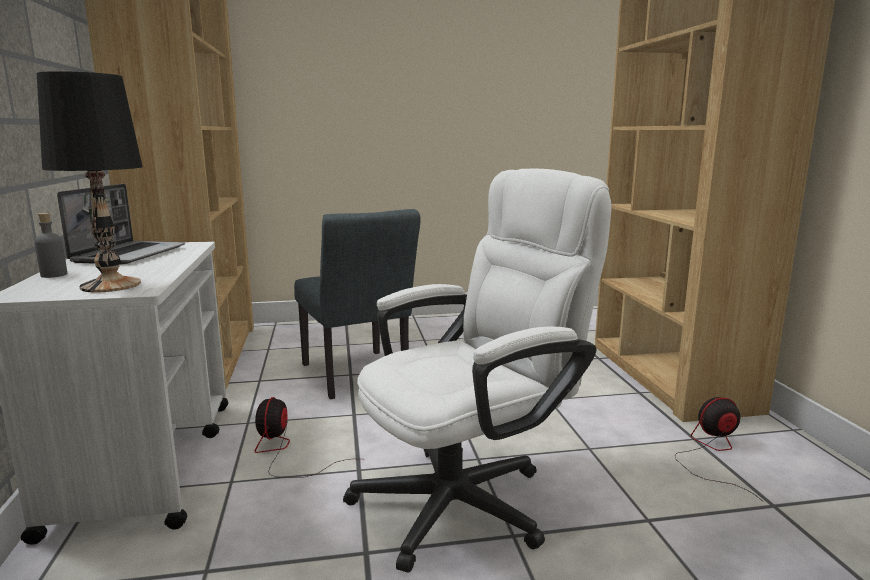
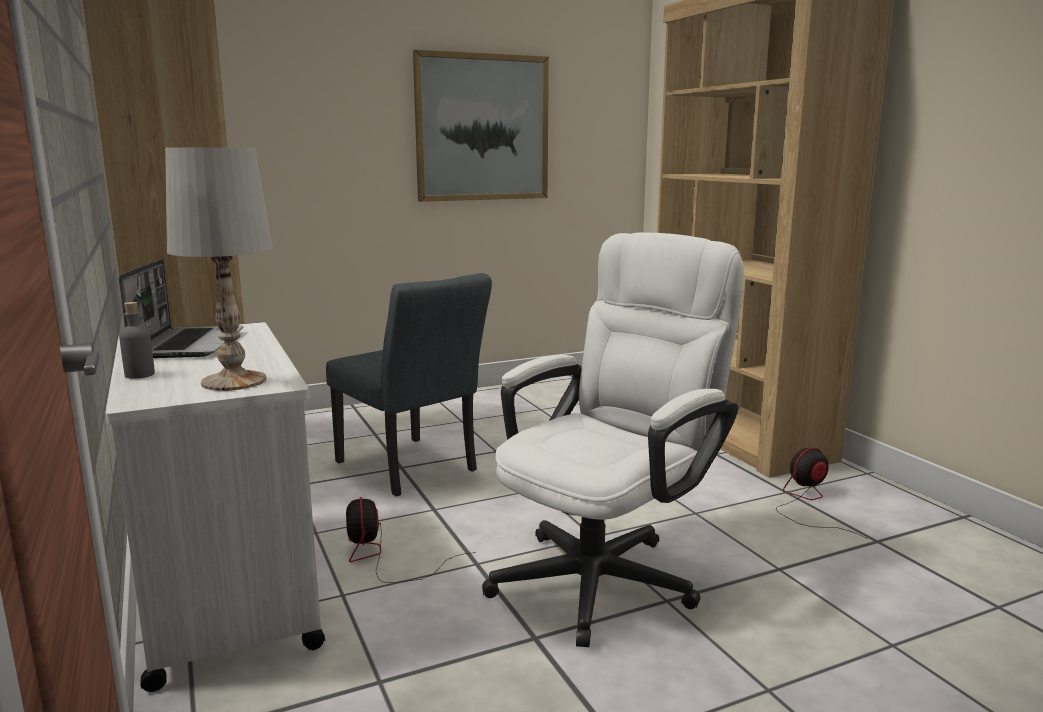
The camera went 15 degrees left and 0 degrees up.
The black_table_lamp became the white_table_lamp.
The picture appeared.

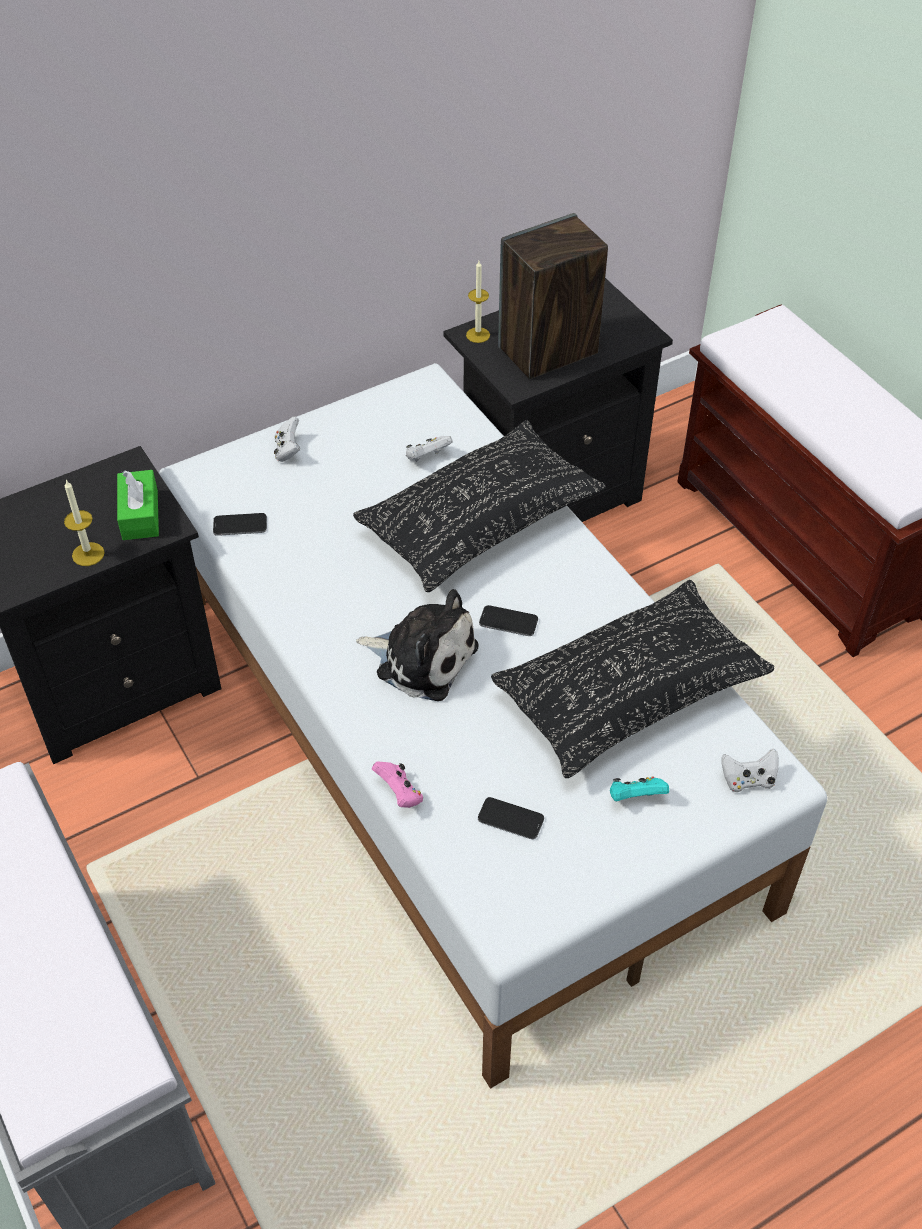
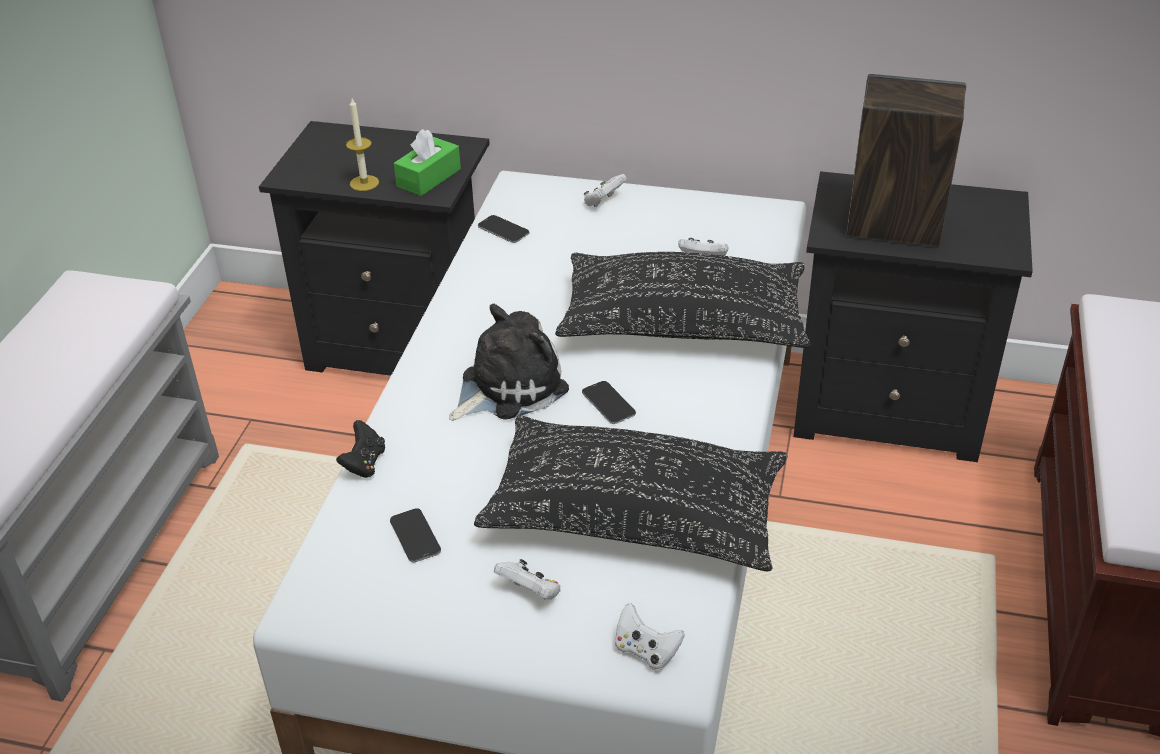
The camera went 45 degrees right and 10 degrees down.
The plush_toy turned 105 degrees counterclockwise.
The pink_game_controller became the black_game_controller.
The candle (2nd from left) disappeared.
The turquoise_game_controller became the white_game_controller (1st from left).

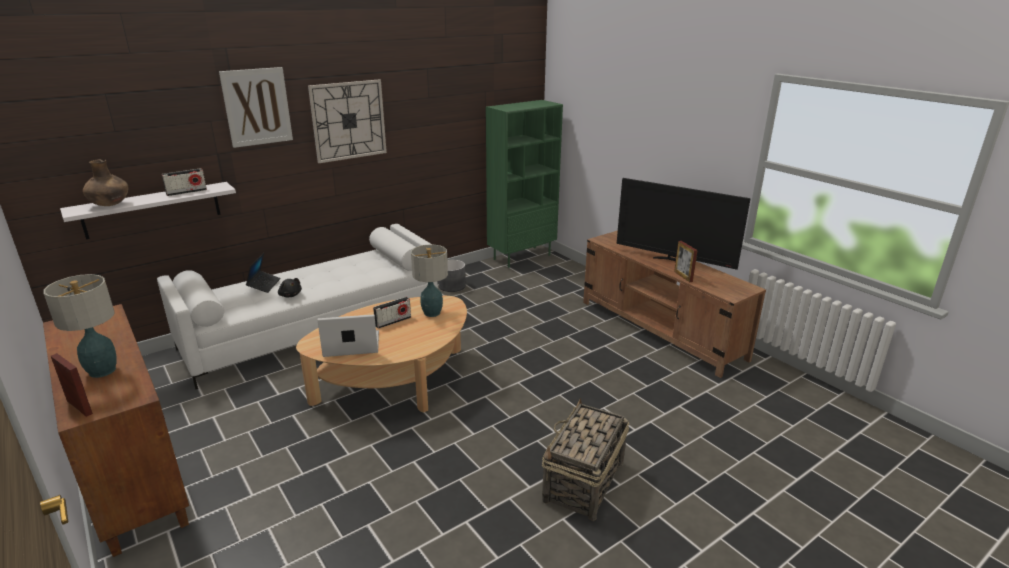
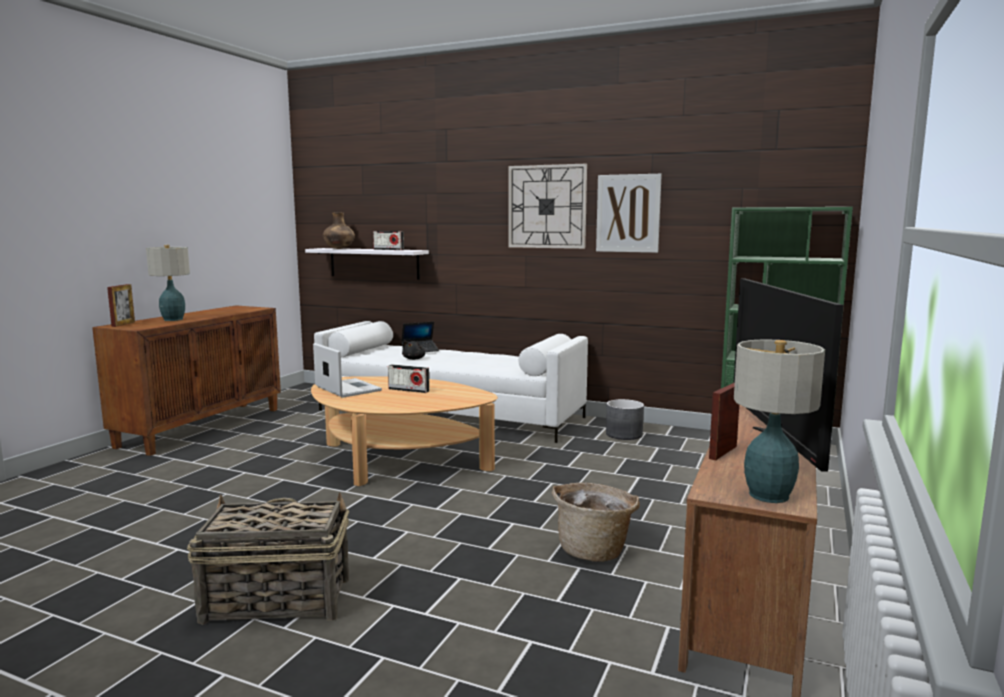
The camera went 60 degrees right and 15 degrees down.
The picture moved.
The table_lamp (2nd from left) moved.
The basket (2nd from left) appeared.

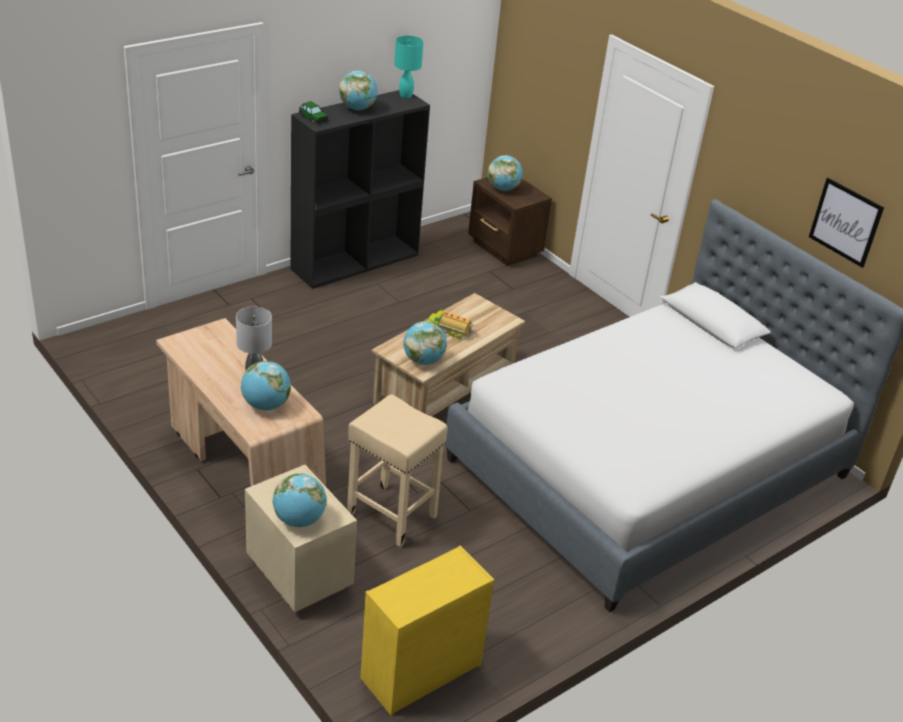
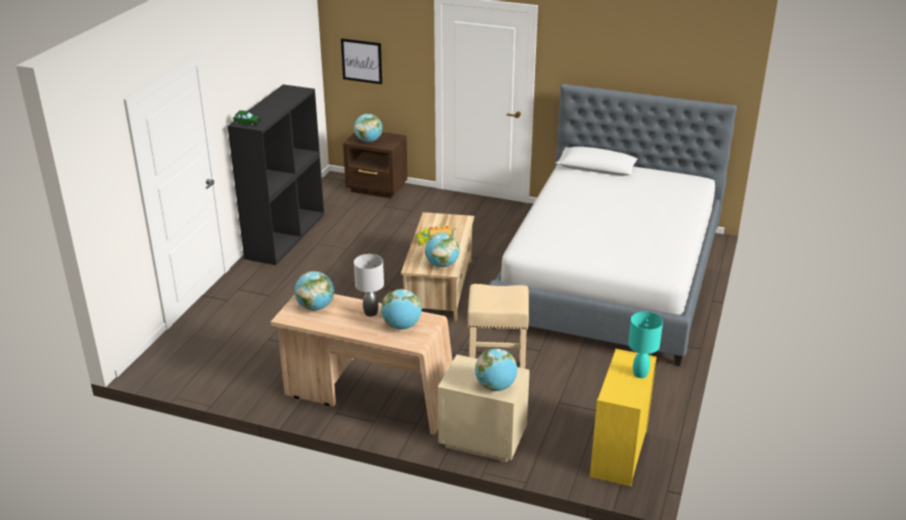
The camera went 30 degrees left and 5 degrees down.
The globe (3rd from left in the first image) moved.
The turquoise_table_lamp moved.
The picture moved.

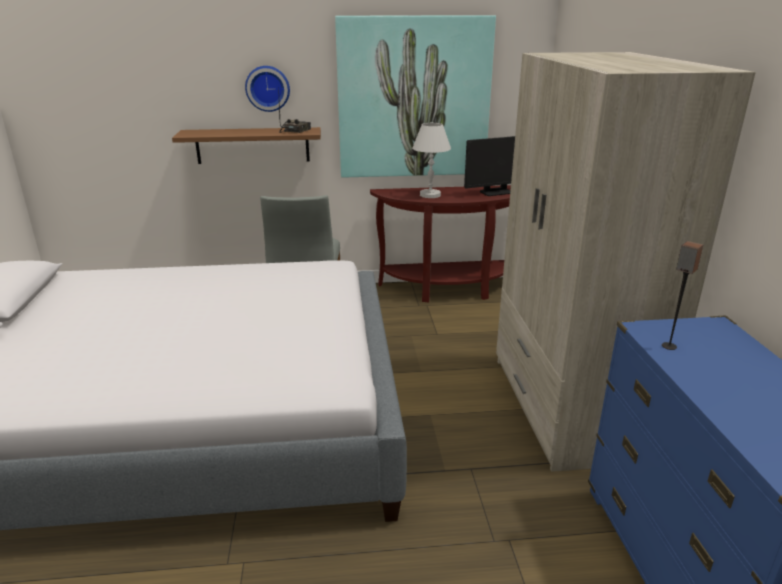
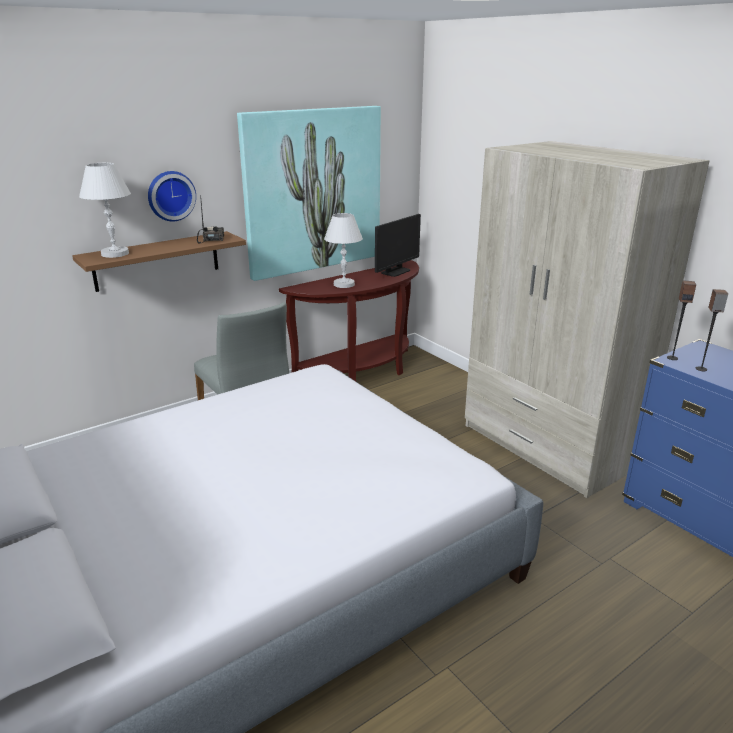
The camera went 30 degrees left and 0 degrees up.
The white_table_lamp (1st from left) appeared.
The speaker (1st from left) appeared.

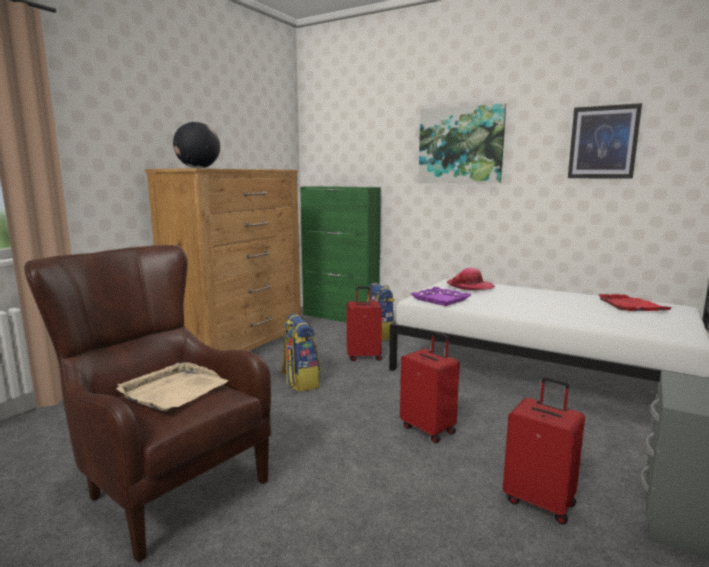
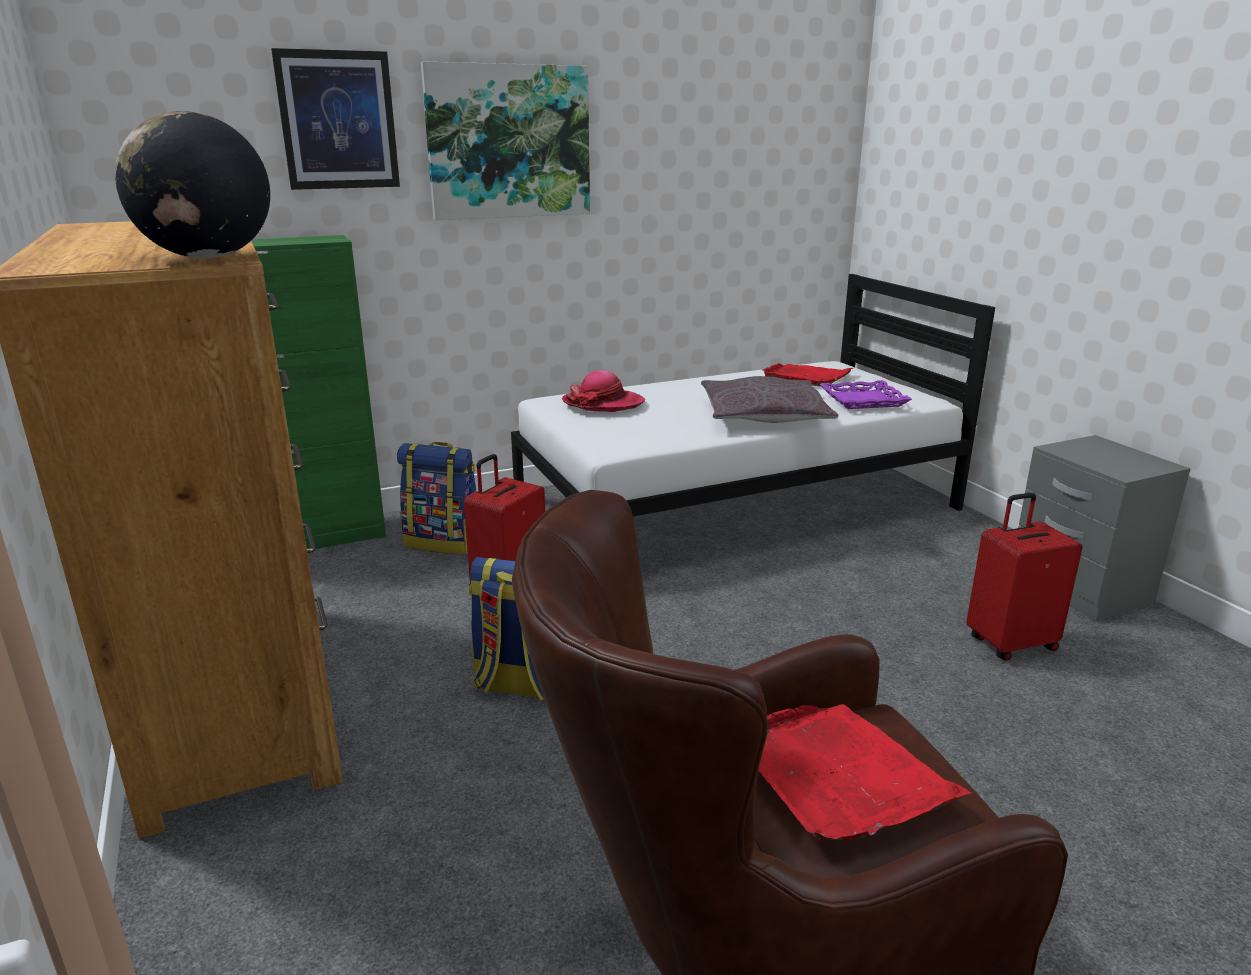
The camera went 55 degrees left and 10 degrees up.
The beige_tray became the red_tray (2nd from left).
The red_suitcase (2nd from left) disappeared.
The purple_tray moved.
The picture (2nd from left in the first image) moved.
The grey_pillow appeared.

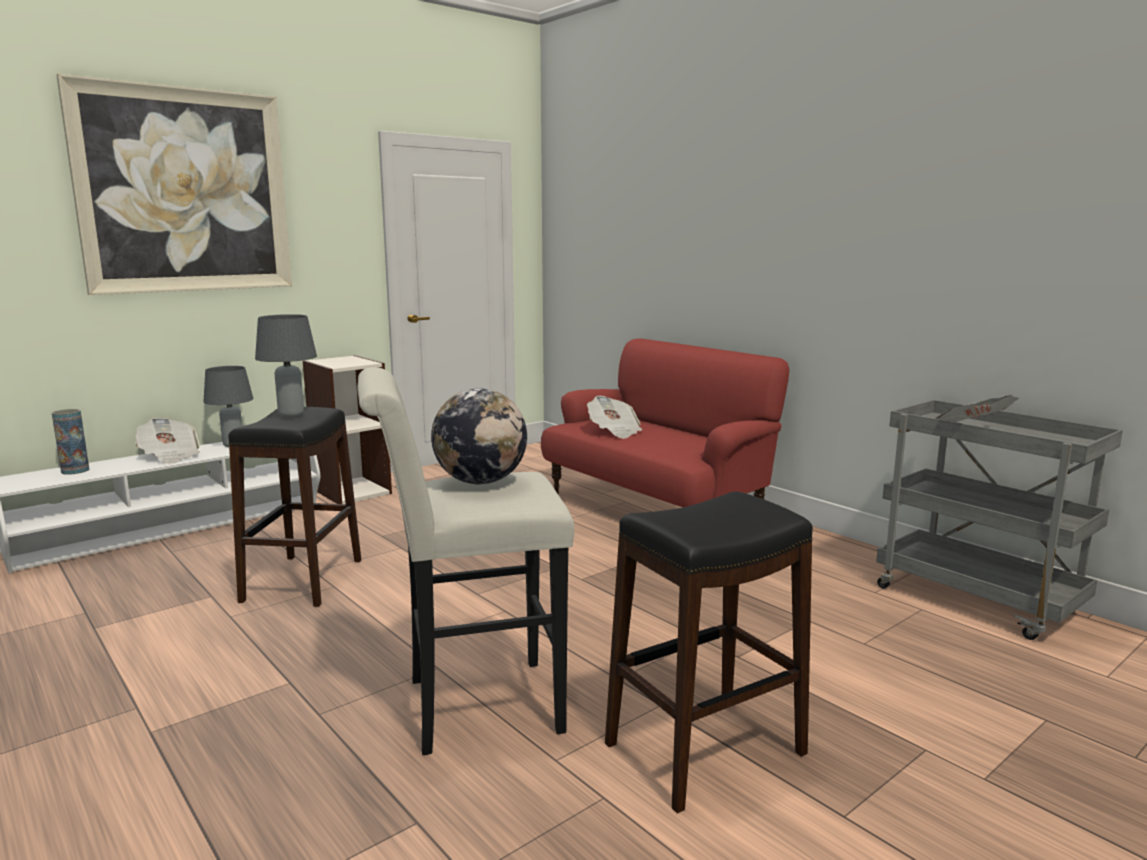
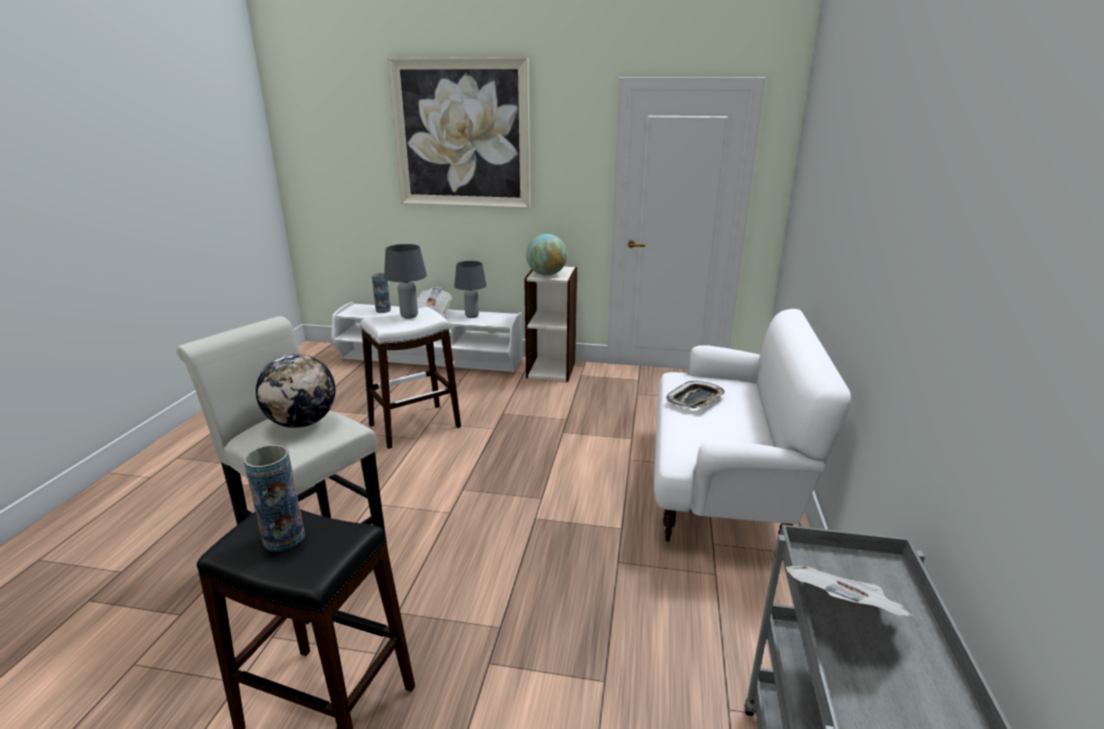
The camera went 50 degrees right and 10 degrees up.
The black_stool (1st from left) became the white_stool (2nd from left).
The red_sofa became the white_sofa.
The newspaper (2nd from left) was replaced by the tray.
The vase (1st from left) appeared.
The globe (2nd from left) appeared.

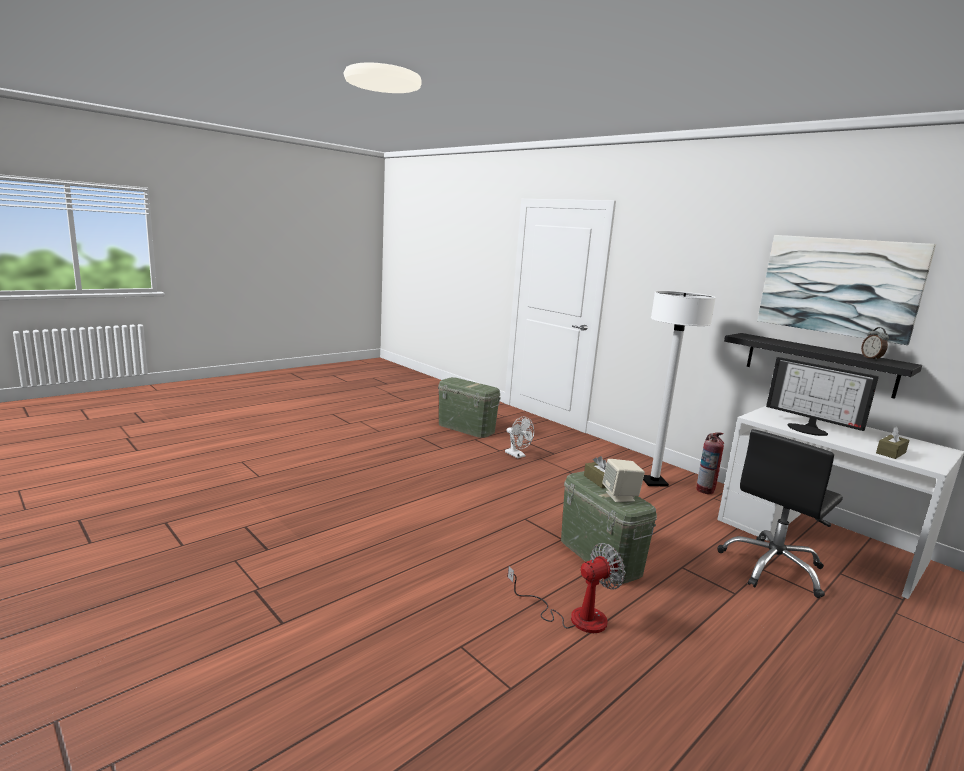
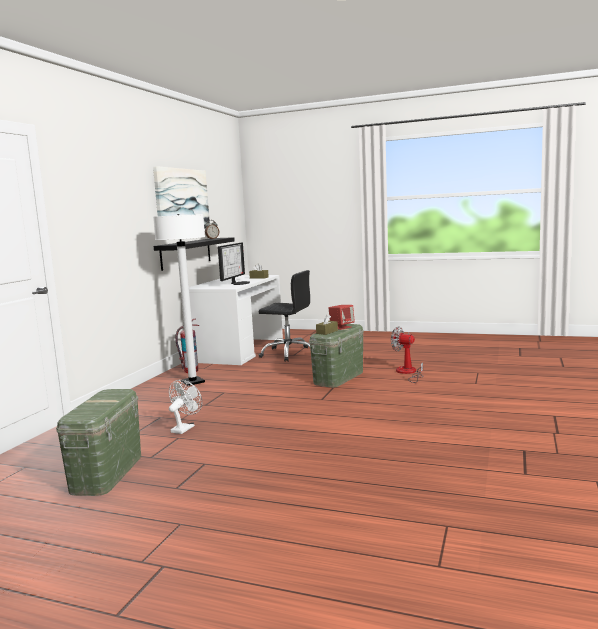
The camera went 115 degrees left and 5 degrees down.
The beige_speaker became the red_speaker.

